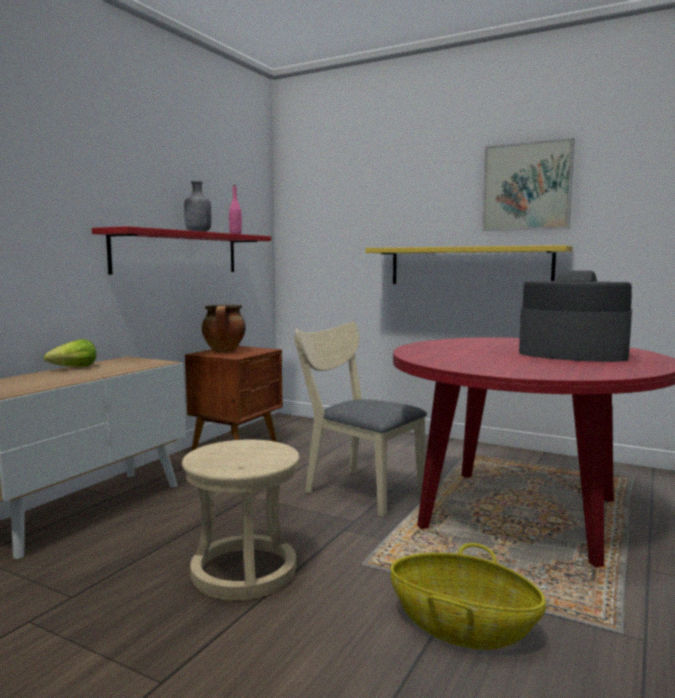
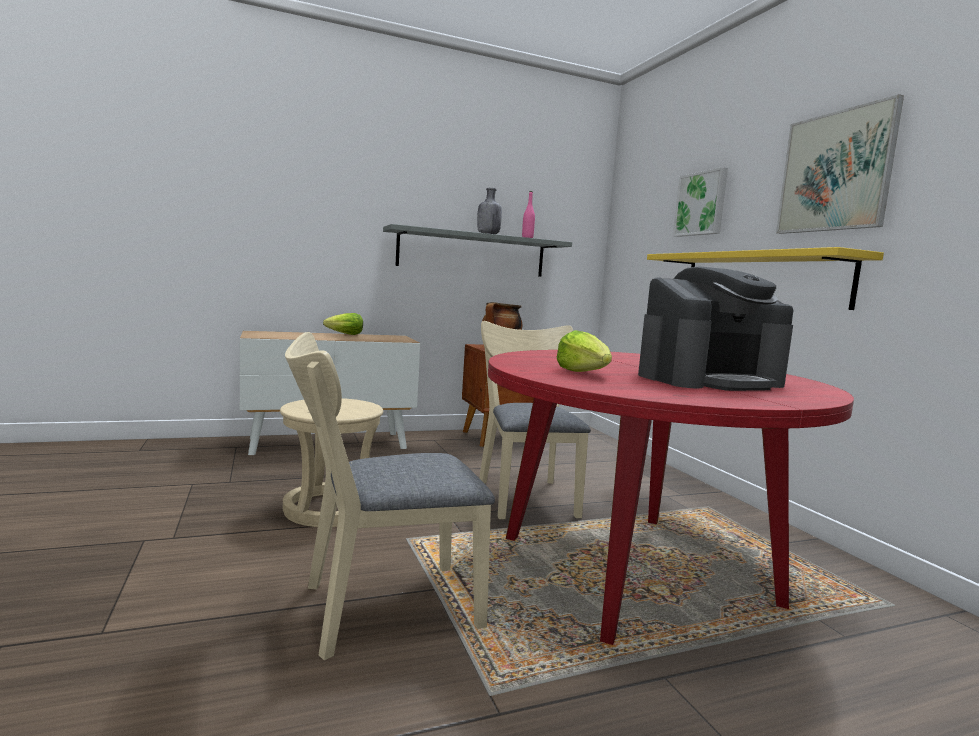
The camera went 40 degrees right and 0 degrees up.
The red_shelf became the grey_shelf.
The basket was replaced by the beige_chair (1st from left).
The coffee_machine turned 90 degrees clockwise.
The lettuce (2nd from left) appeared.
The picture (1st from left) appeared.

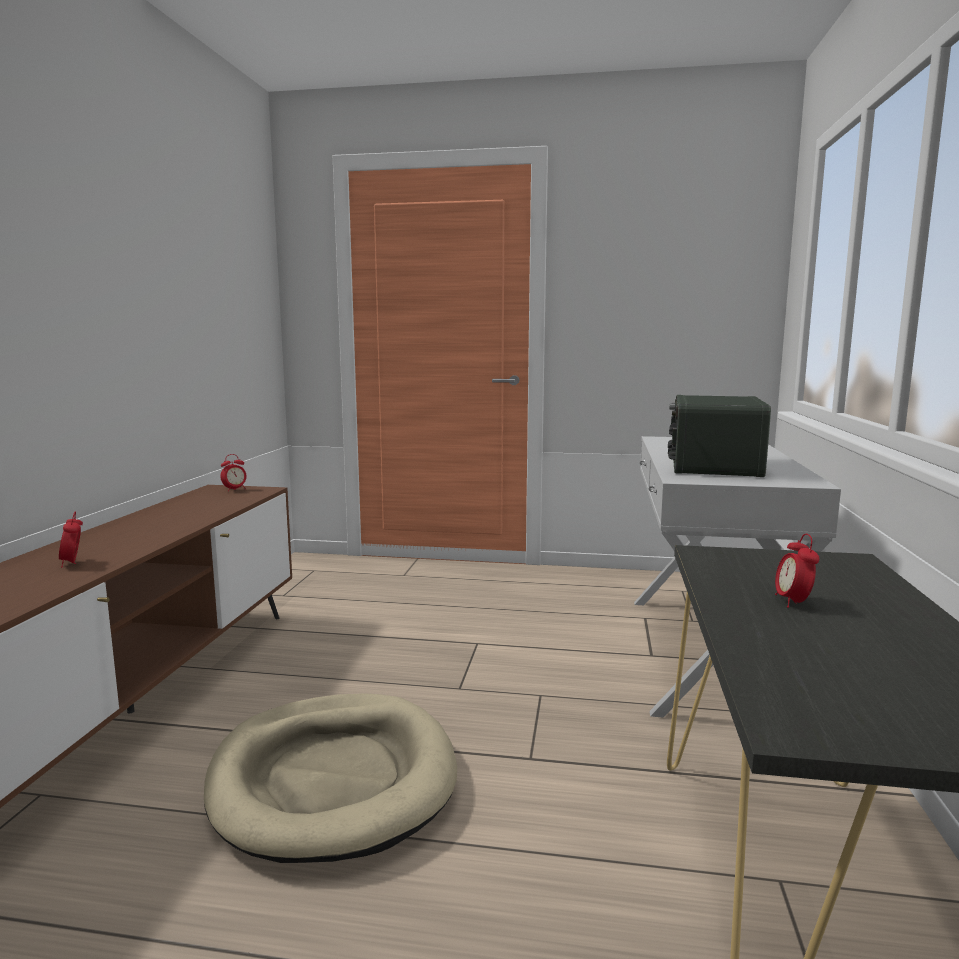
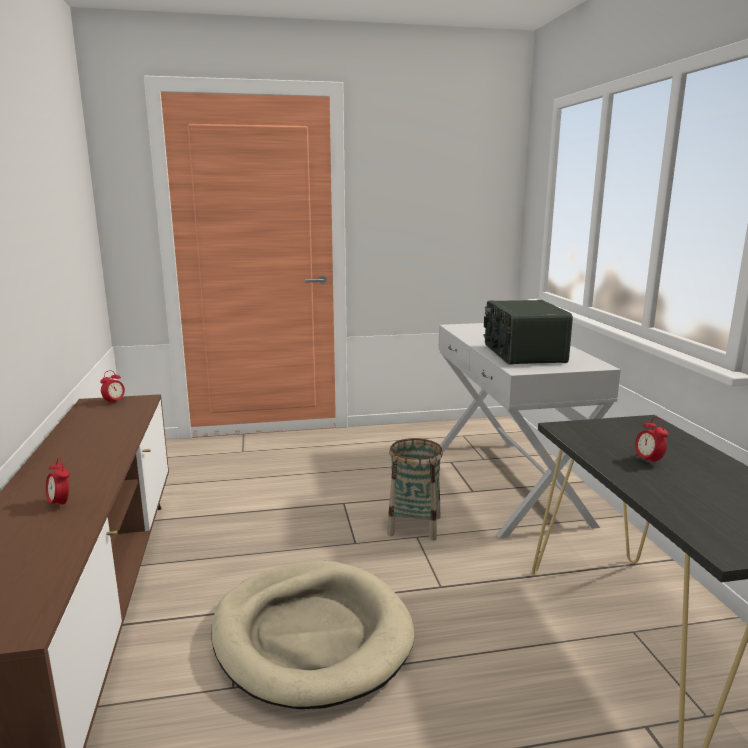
The camera went 20 degrees left and 5 degrees up.
The basket appeared.

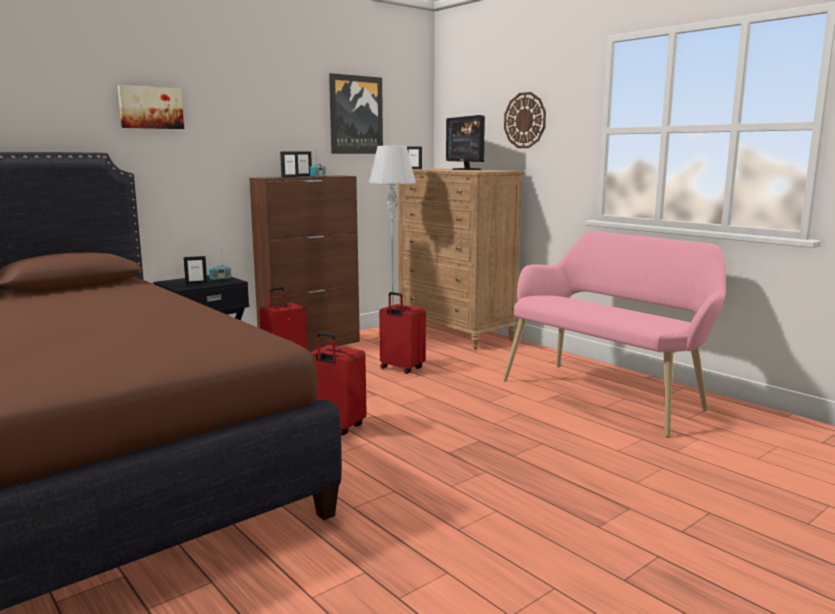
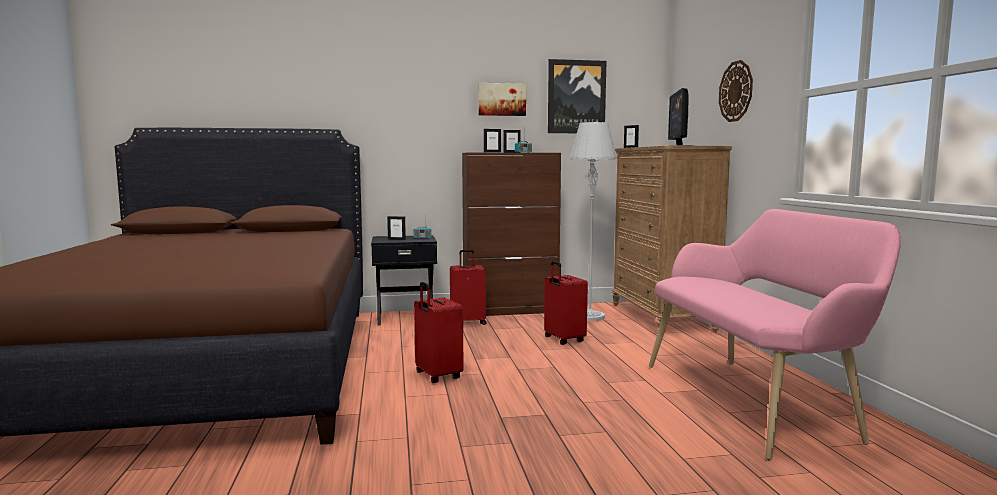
The camera went 30 degrees right and 5 degrees down.
The picture (1st from left) moved.

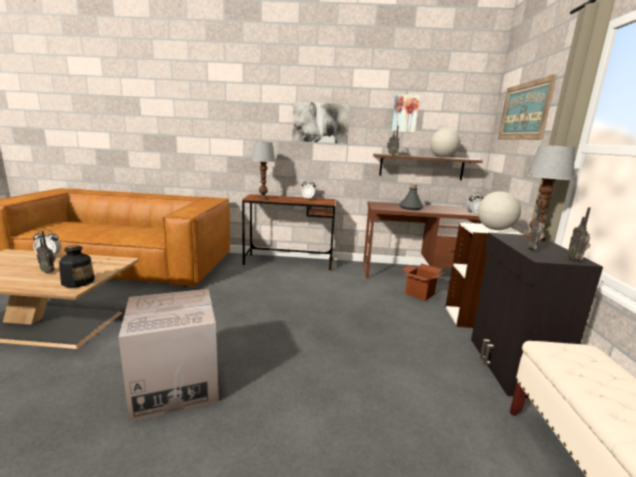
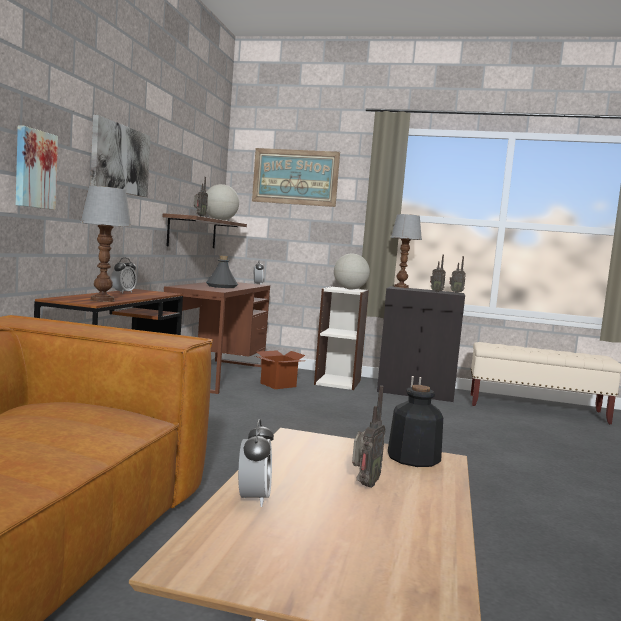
The camera went 80 degrees left and 10 degrees down.
The cardboard_box (1st from left) disappeared.
The picture (2nd from left in the first image) moved.

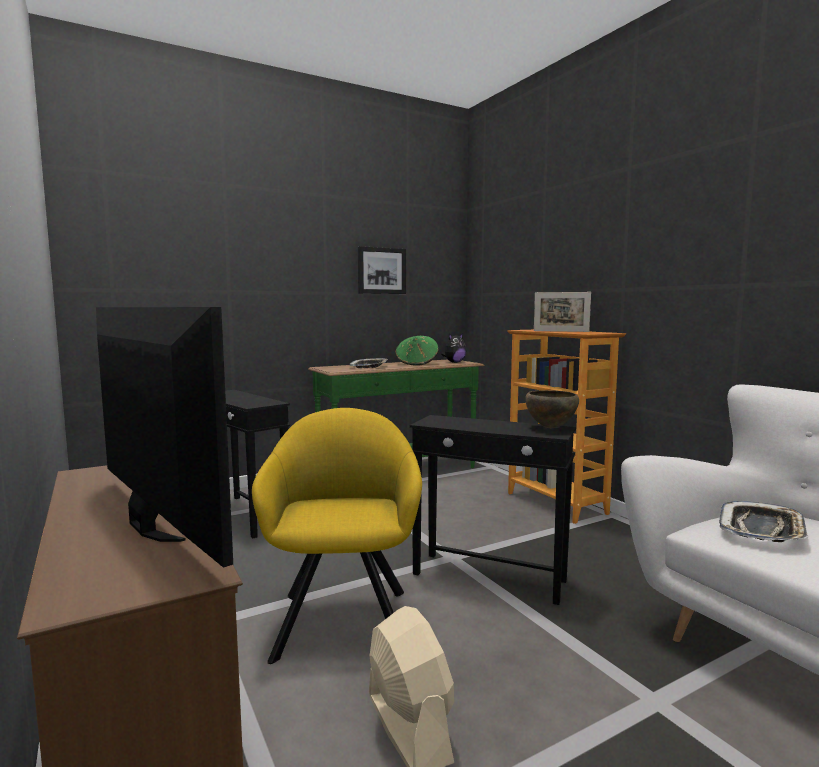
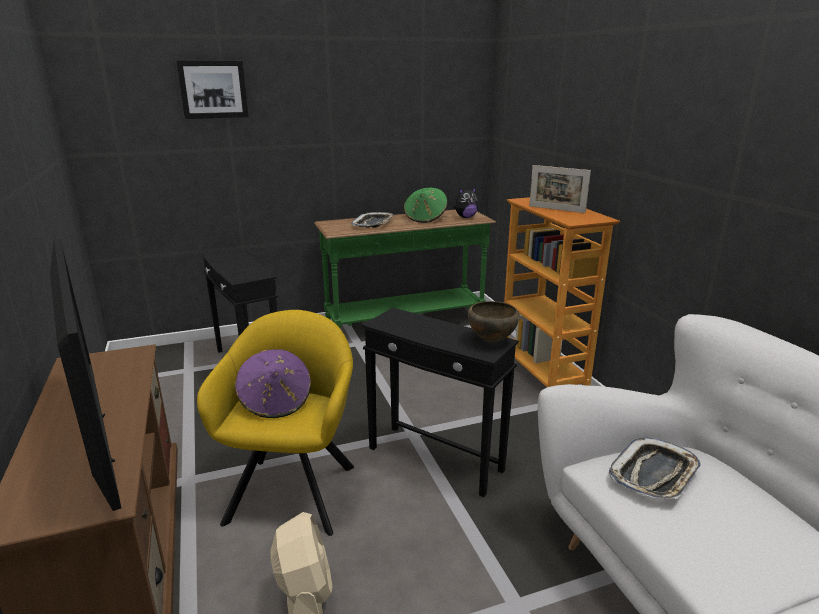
The camera went 10 degrees right and 15 degrees up.
The picture moved.
The purple_hat appeared.

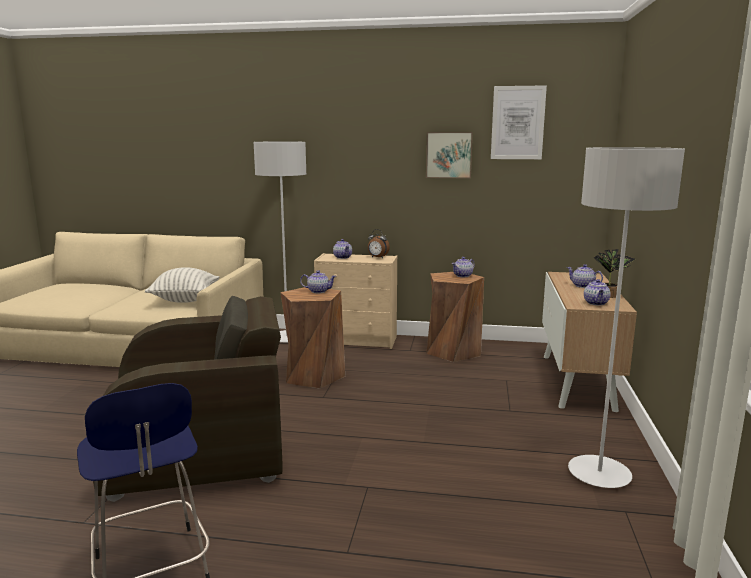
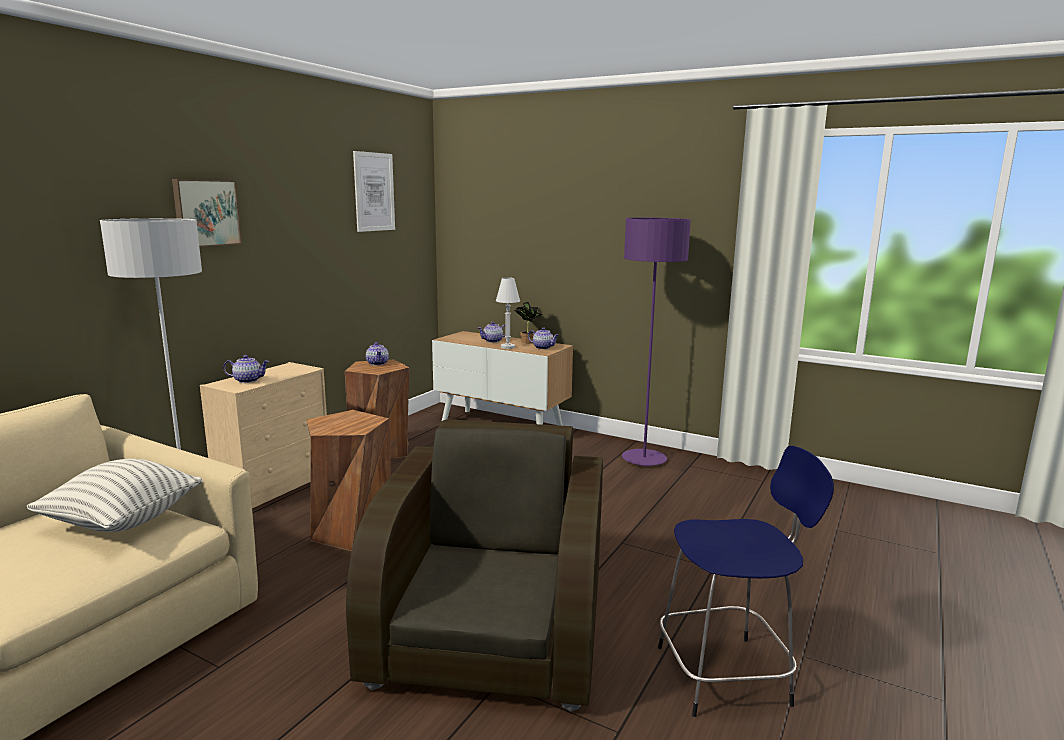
The camera went 70 degrees left and 0 degrees up.
The teapot (1st from left) disappeared.
The alarm_clock disappeared.
The picture (1st from left) moved.
The grey_floor_lamp (2nd from left) became the purple_floor_lamp.
The white_table_lamp appeared.

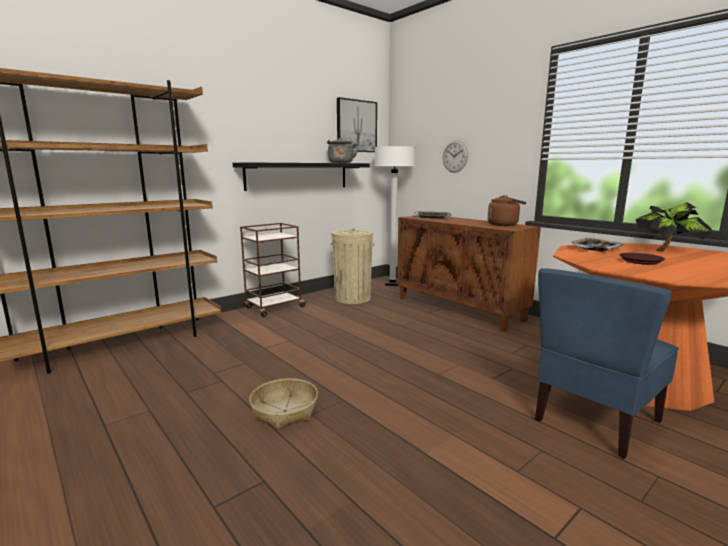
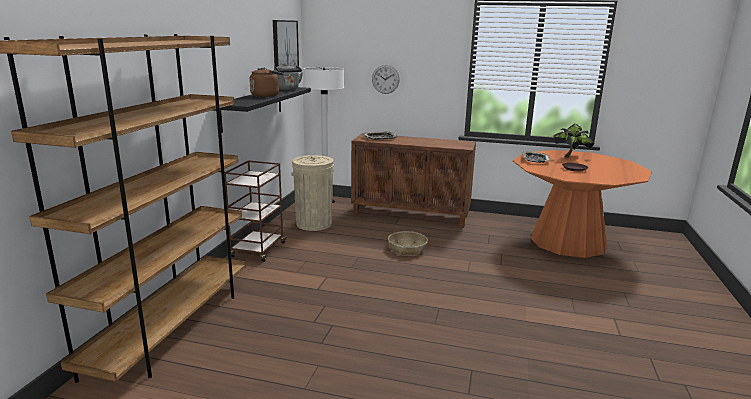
The camera went 35 degrees left and 5 degrees up.
The basket moved.
The brown_kettle moved.
The blue_chair disappeared.

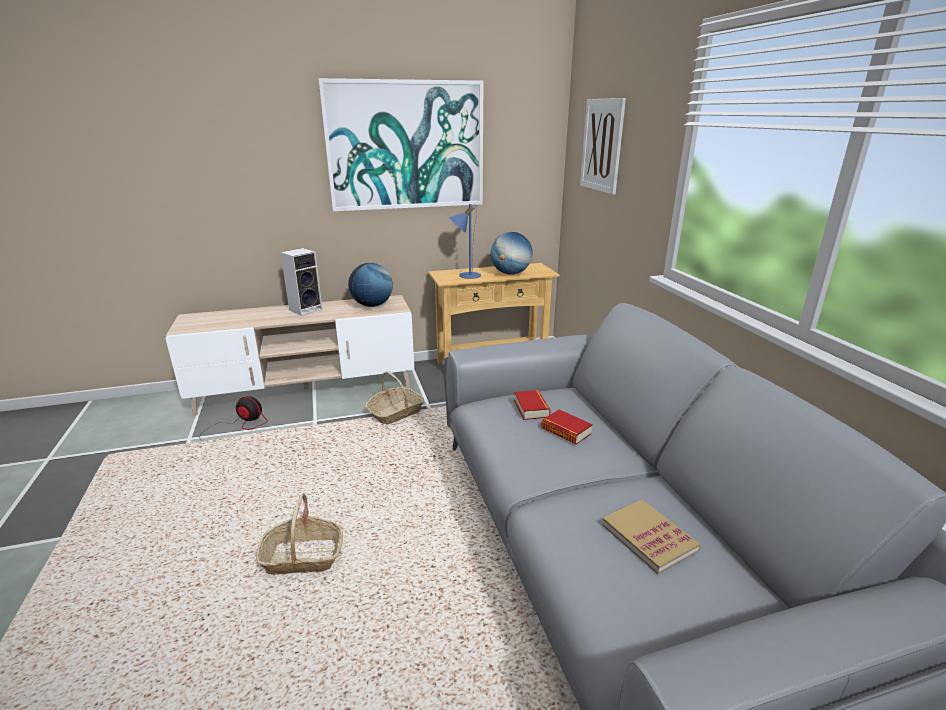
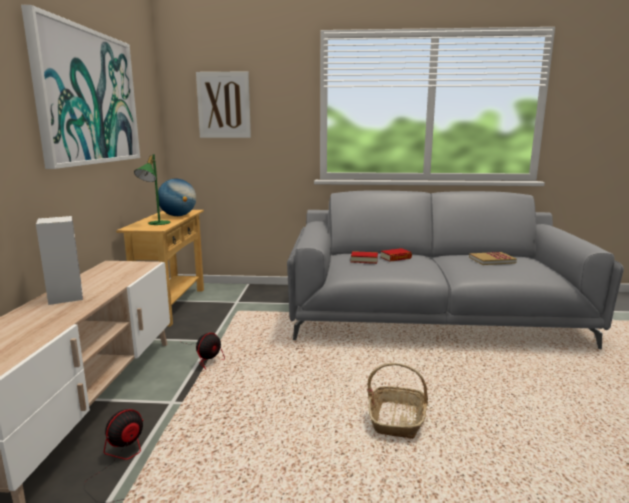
The camera went 70 degrees left and 10 degrees down.
The globe (1st from left) disappeared.
The basket (2nd from left) was replaced by the fan (2nd from left).
The blue_table_lamp became the green_table_lamp.

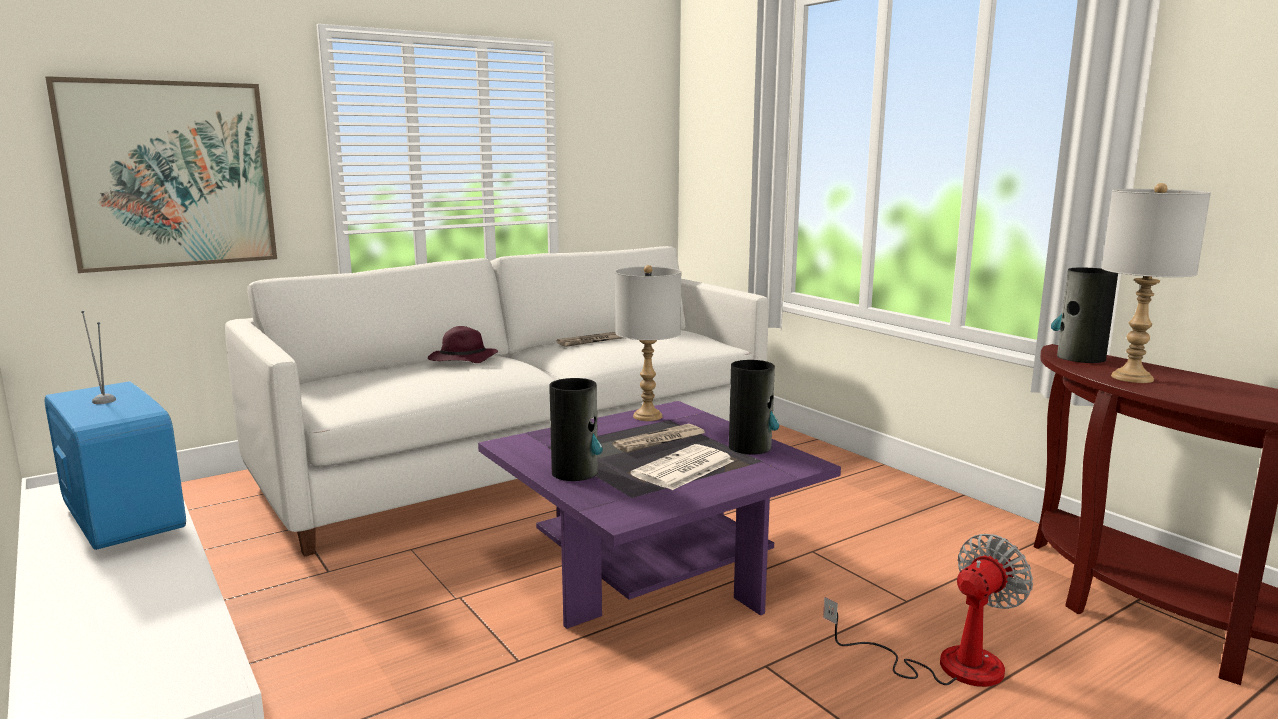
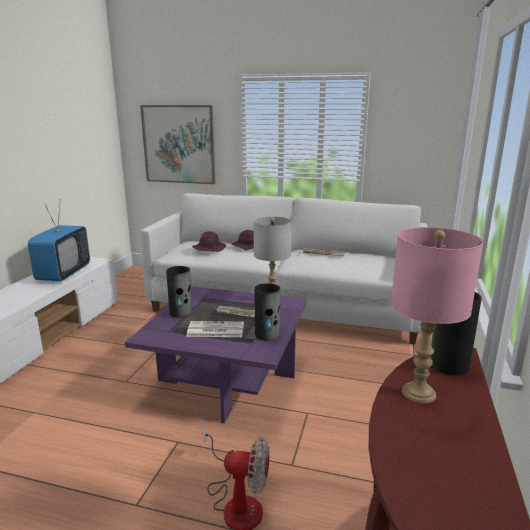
The camera went 50 degrees right and 5 degrees up.
The grey_table_lamp (2nd from left) became the pink_table_lamp.
The purple_hat (1st from left) appeared.

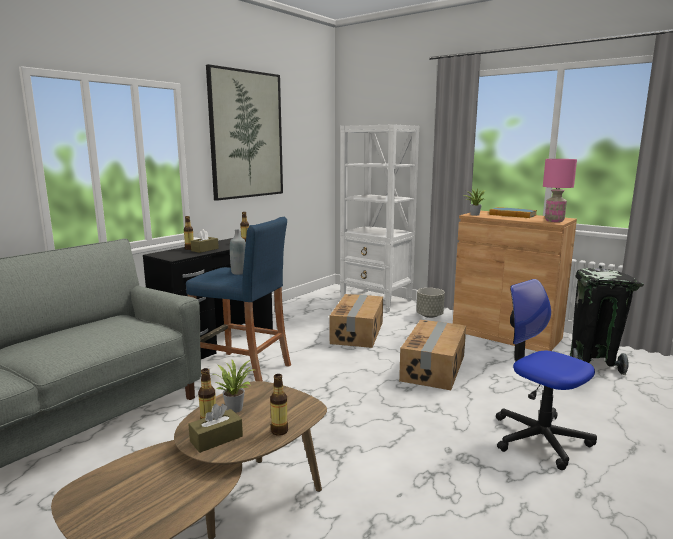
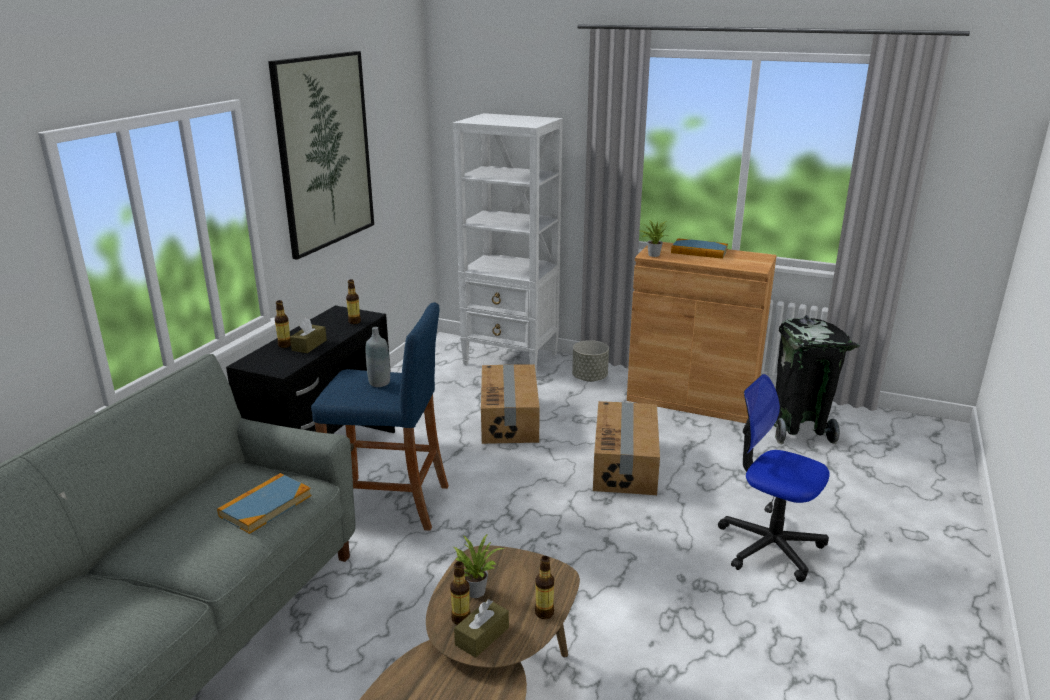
The camera went 15 degrees left and 10 degrees up.
The pink_table_lamp disappeared.
The book (1st from left) appeared.

